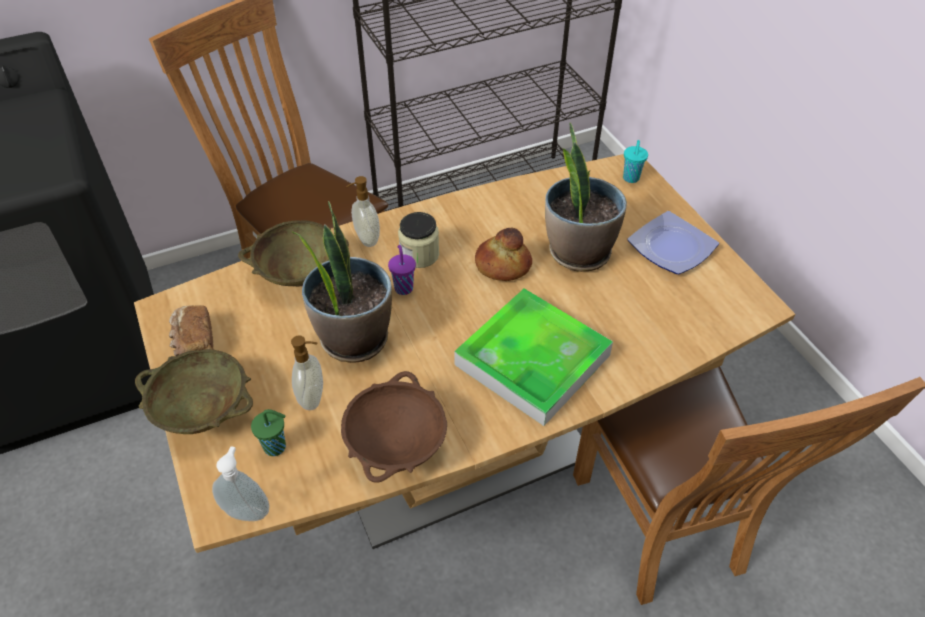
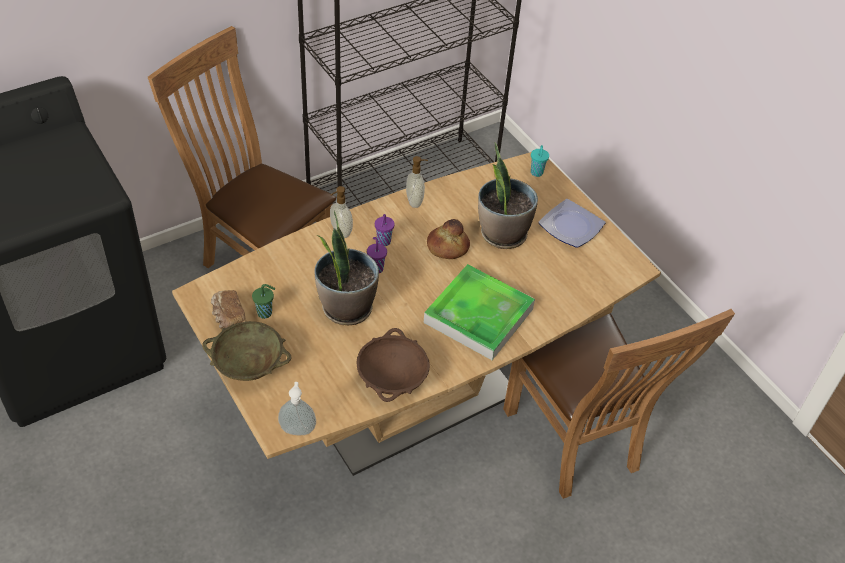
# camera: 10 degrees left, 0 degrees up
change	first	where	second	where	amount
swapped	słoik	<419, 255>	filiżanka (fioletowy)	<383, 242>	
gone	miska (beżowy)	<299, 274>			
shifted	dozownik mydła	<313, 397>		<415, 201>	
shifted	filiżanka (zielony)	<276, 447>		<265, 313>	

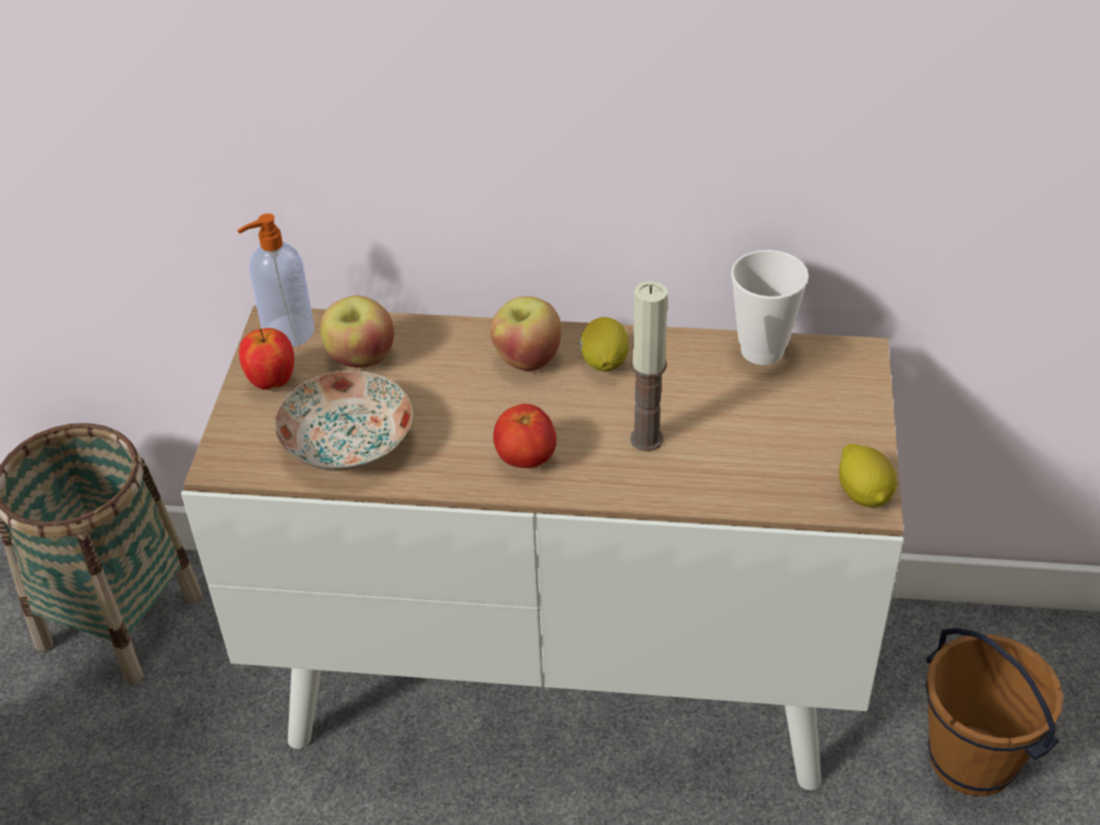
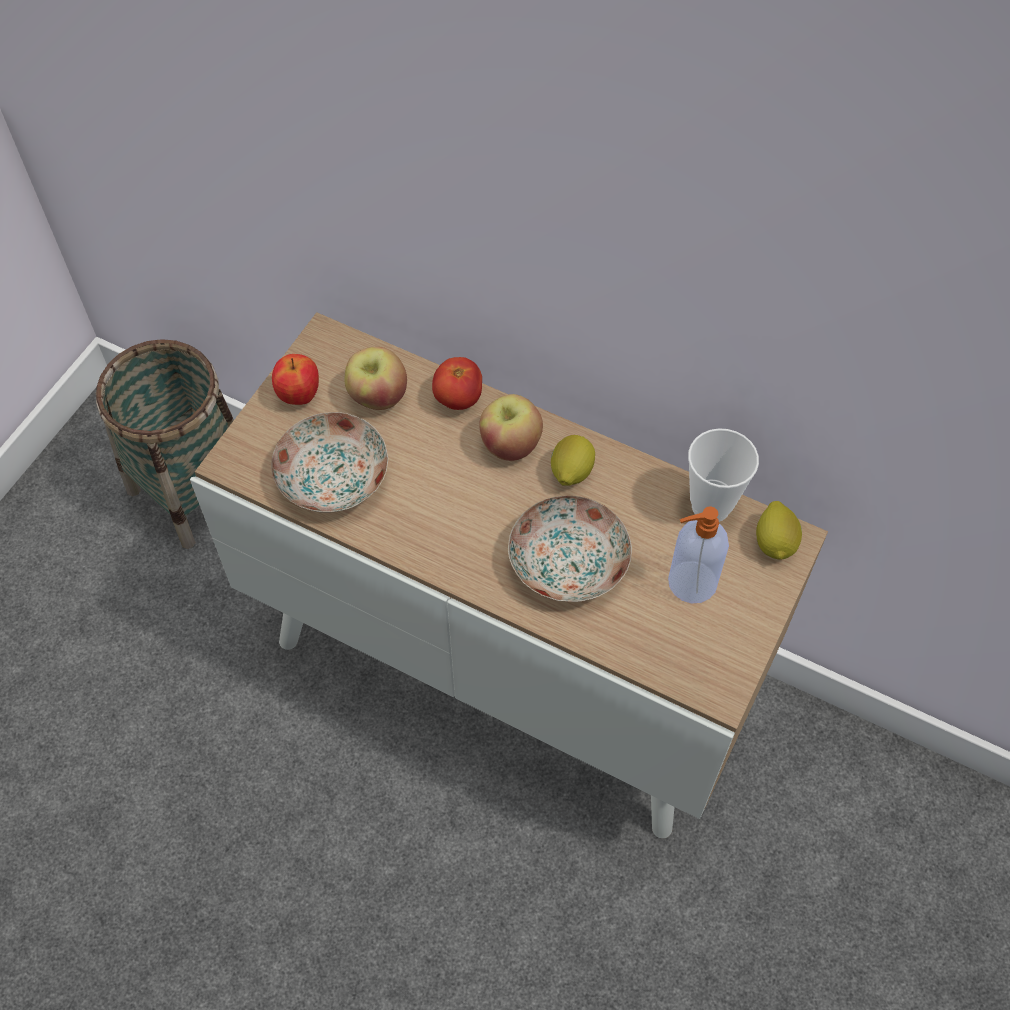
# camera: 20 degrees right, 15 degrees up
change	first	where	second	where	amount
shifted	dozownik mydła	<287, 333>		<690, 582>	
swapped	świeca	<646, 439>	talerz	<569, 561>	
shifted	pomidor	<526, 459>		<458, 398>	
shifted	cytryna	<863, 494>		<775, 542>	
gone	wiadro (brązowy)	<973, 759>			

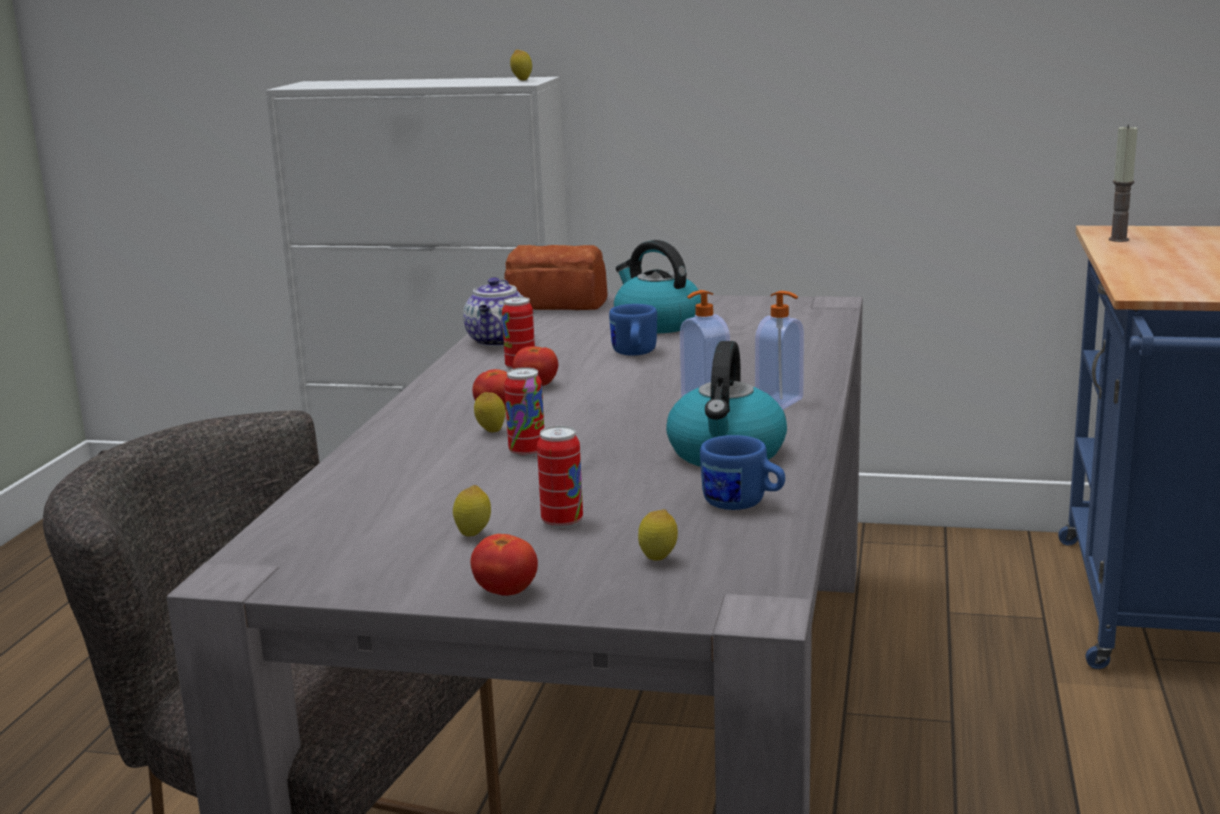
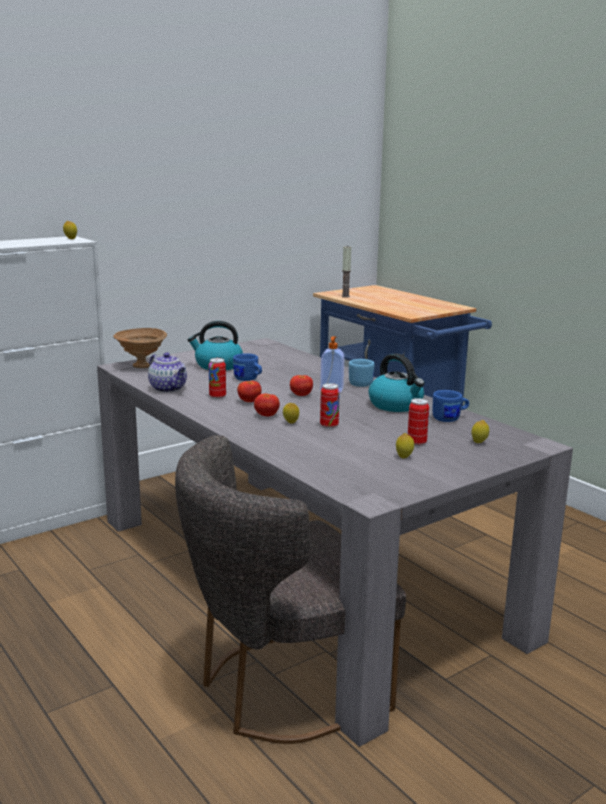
# camera: 50 degrees left, 0 degrees up
change	first	where	second	where	amount
swapped	chleb	<558, 303>	miska (brązowy)	<142, 366>	
swapped	dozownik mydła	<781, 402>	kubek (niebieski)	<359, 383>	
shifted	pomidor	<506, 592>		<301, 395>	

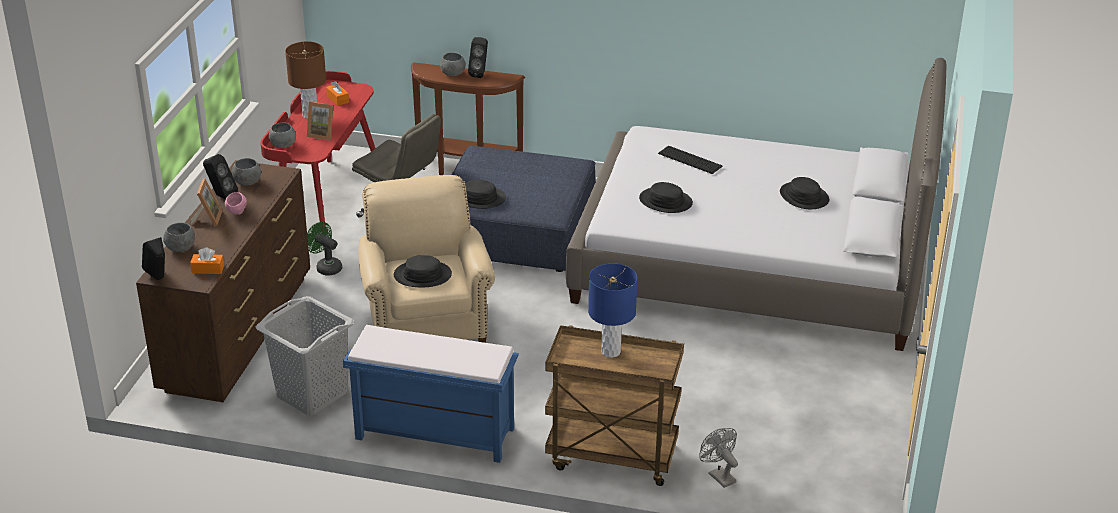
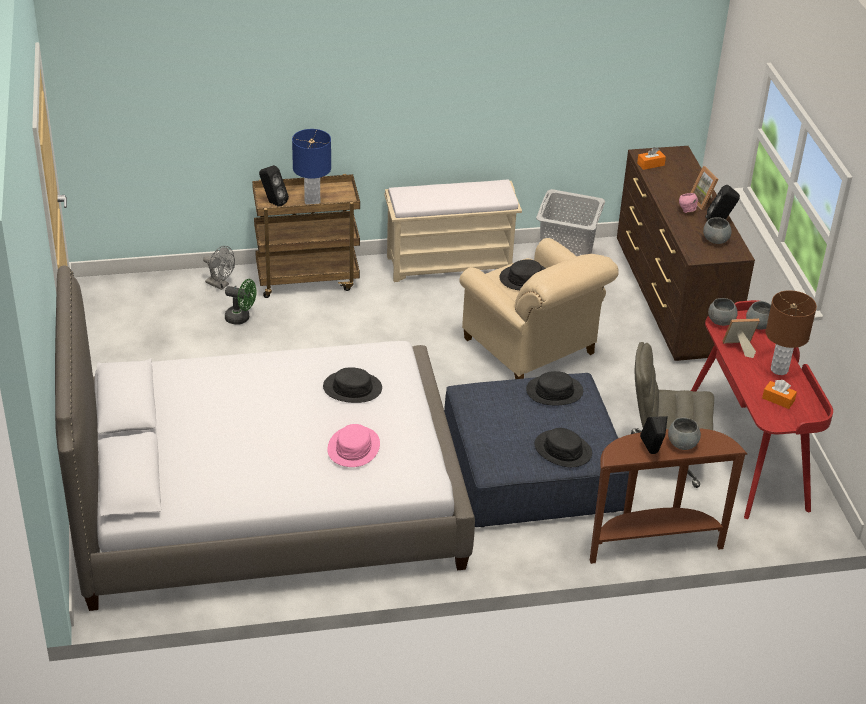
# camera: 155 degrees right, 5 degrees up
change	first	where	second	where	amount
swapped	klawiatura	<690, 160>	kapelusz (różowy)	<354, 447>	
shifted	kapelusz (czarny)	<804, 197>		<563, 450>	
shifted	wentylator (zielony)	<326, 267>		<241, 318>	
shifted	miska (szary)	<180, 248>		<720, 321>	
shifted	głośnik (czarny)	<159, 279>		<273, 203>	
repainted	ławka (niebieski)	<433, 434>	ławka (beżowy)	<450, 264>	

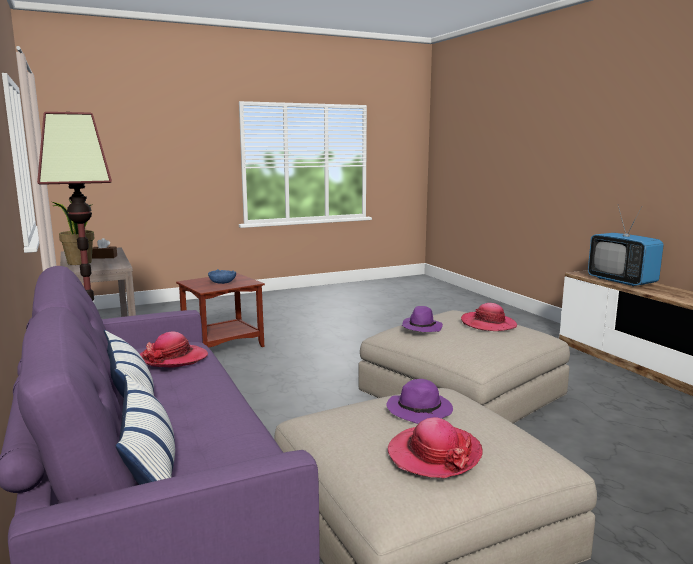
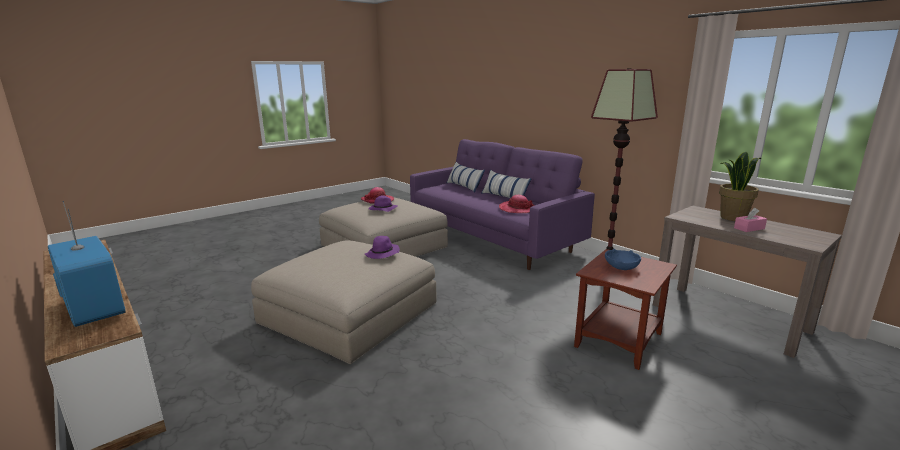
# camera: 165 degrees right, 5 degrees up
change	first	where	second	where	amount
repainted	pudełko chusteczek (brązowy)	<104, 257>	pudełko chusteczek (różowy)	<749, 228>	
gone	kapelusz	<488, 324>			

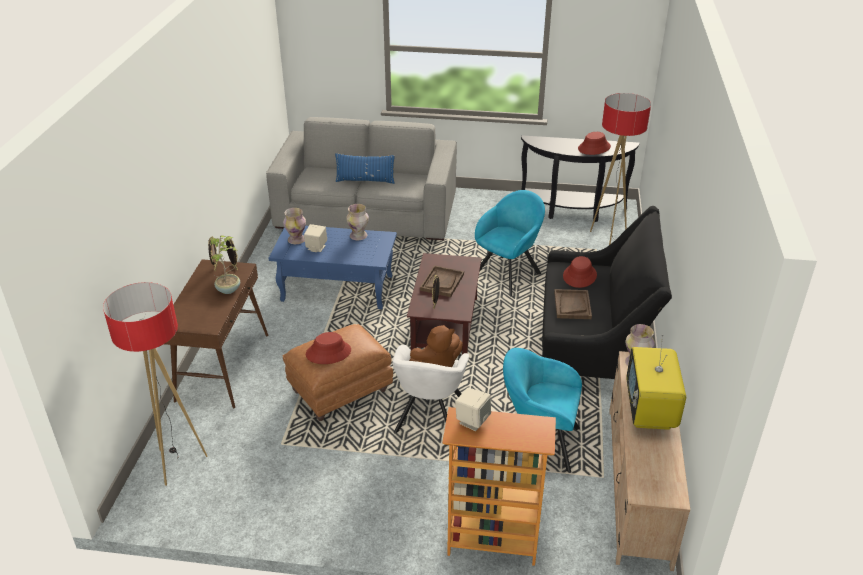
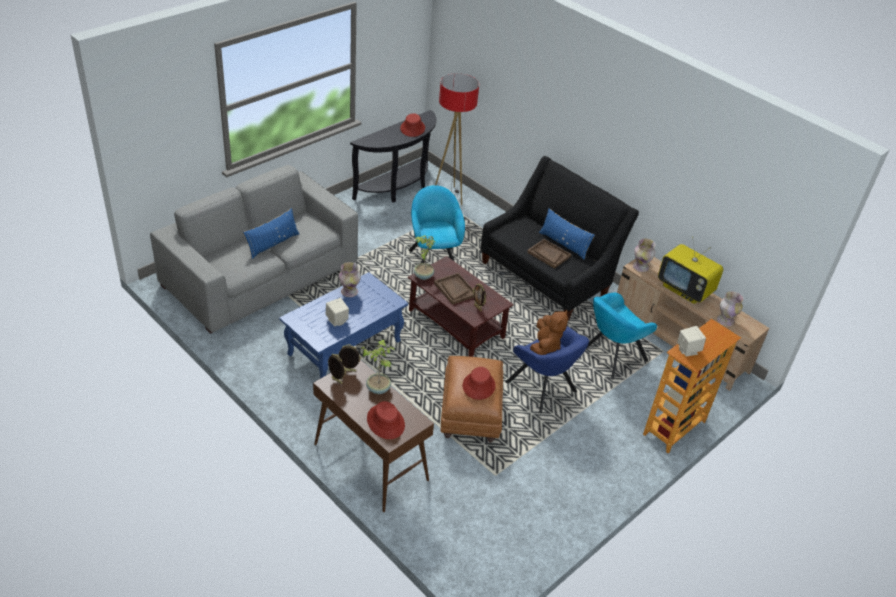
# camera: 55 degrees left, 5 degrees up
change	first	where	second	where	amount
shifted	wazon	<296, 240>		<724, 320>	
shifted	kapelusz (czerwony)	<580, 276>		<386, 422>	
gone	lampa stojąca	<177, 463>			
repainted	fotel (biały)	<429, 419>	fotel (niebieski)	<543, 389>	
new			poduszka (niebieski)	<564, 244>	
new			roślina doniczkowa	<422, 276>	

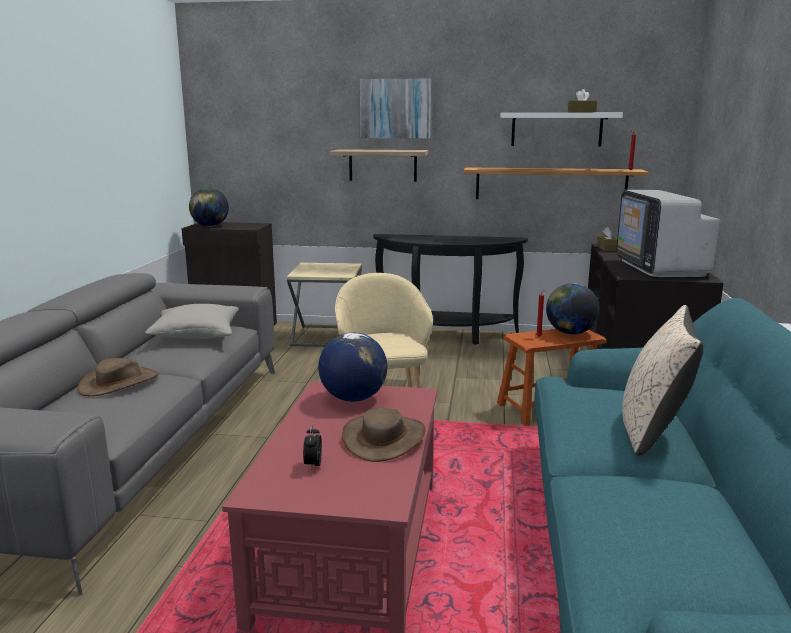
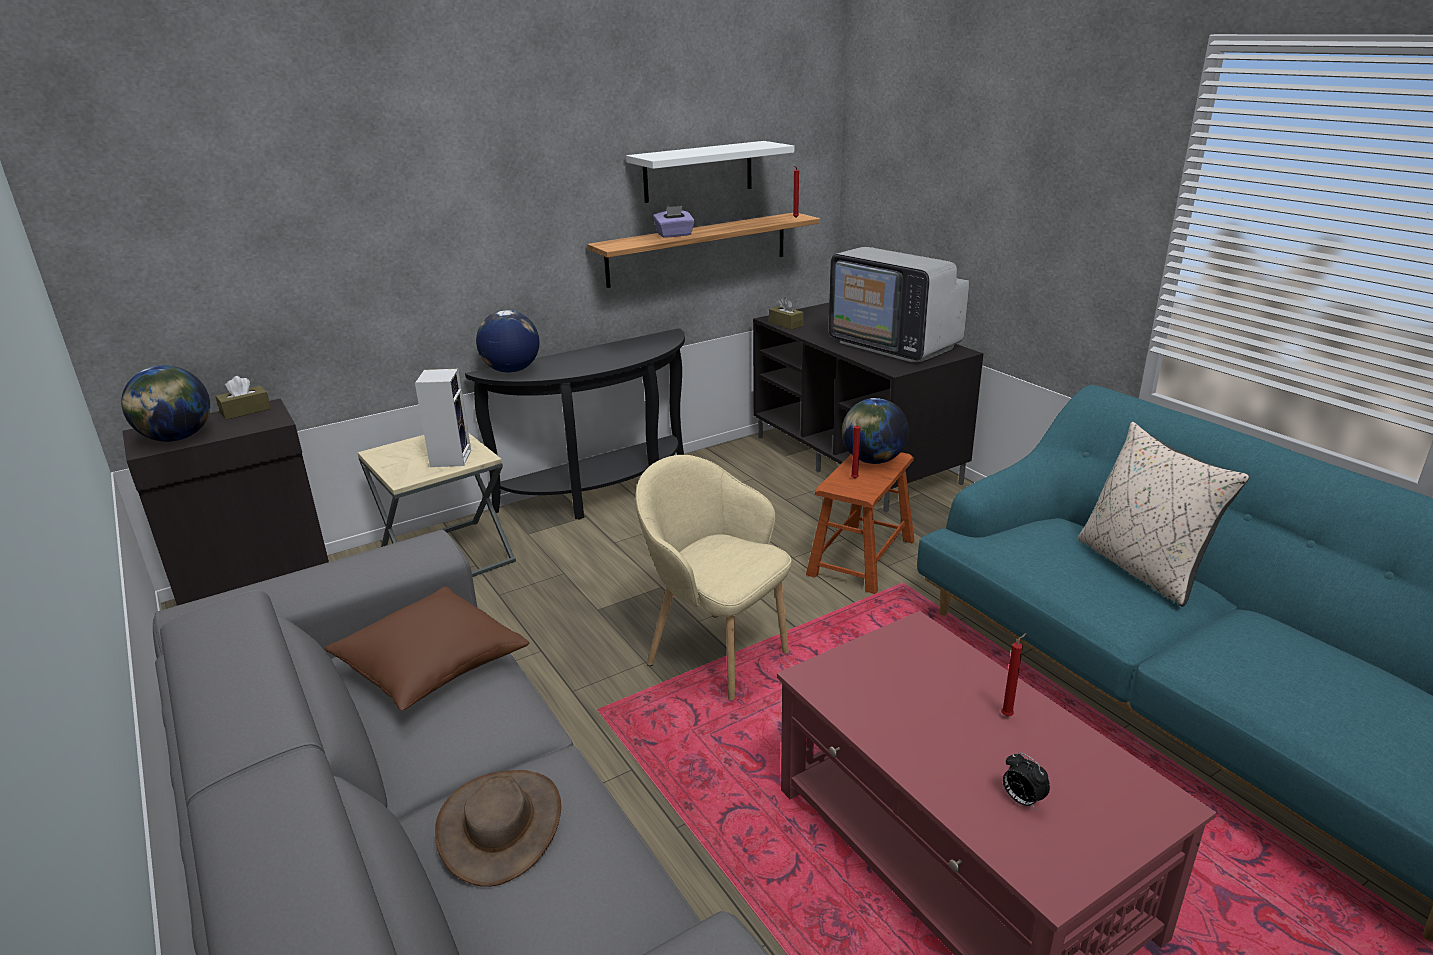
# camera: 40 degrees left, 10 degrees up
change	first	where	second	where	amount
gone	obraz	<395, 108>			
shifted	pudełko chusteczek (brązowy)	<581, 112>		<245, 411>	
gone	półka	<382, 165>			
repainted	poduszka (szary)	<196, 335>	poduszka (brązowy)	<430, 666>	
shifted	globus	<353, 398>		<511, 370>	
swapped	kapelusz (brązowy)	<384, 438>	świeca (czerwony)	<1008, 715>	
new			pudełko chusteczek (fioletowy)	<674, 235>	
new			głośnik	<450, 458>	

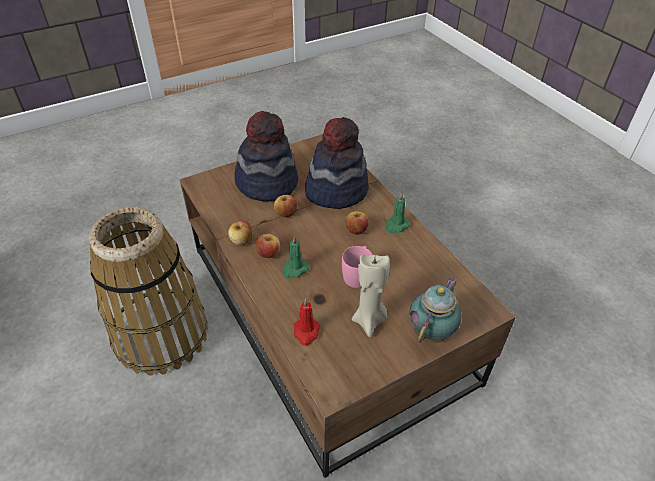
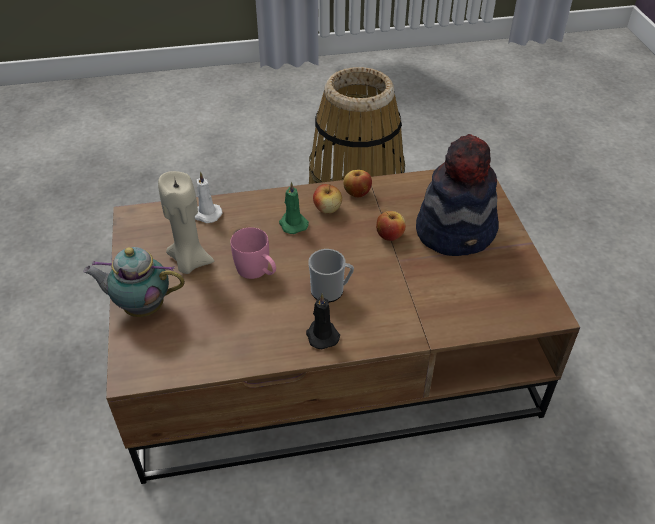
# camera: 110 degrees right, 0 degrees up
change	first	where	second	where	amount
gone	kapelusz	<336, 190>			
repainted	świeca (zielony)	<396, 225>	świeca (czarny)	<321, 335>	
swapped	jabłko	<356, 230>	kubek	<331, 291>	
rotated	imbryk	<432, 332>		<141, 307>	135 degrees clockwise
repainted	świeca (czerwony)	<306, 332>	świeca (biały)	<206, 214>	

